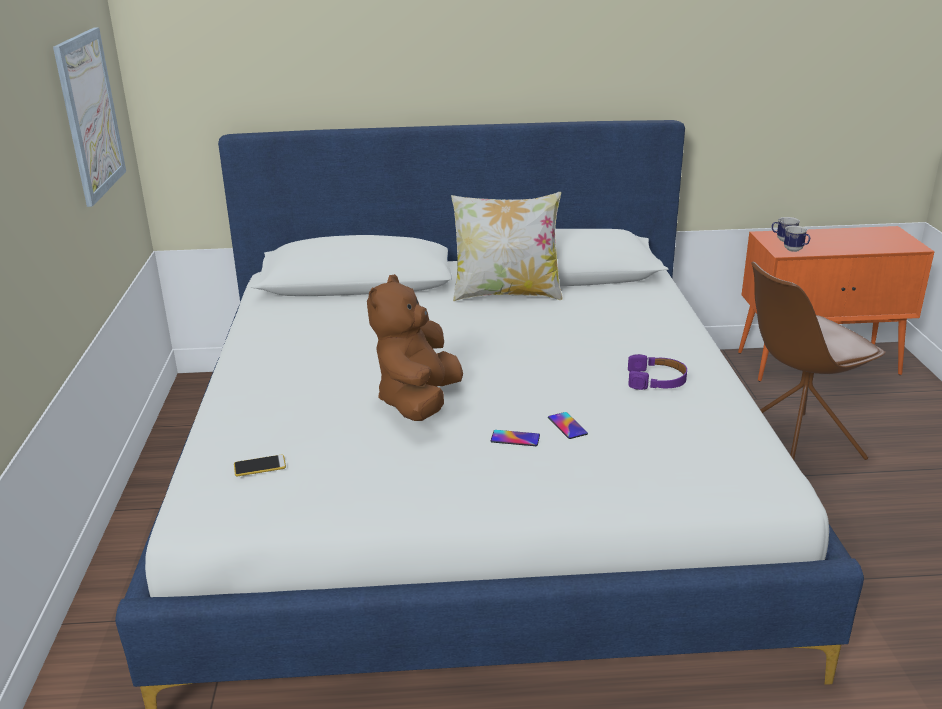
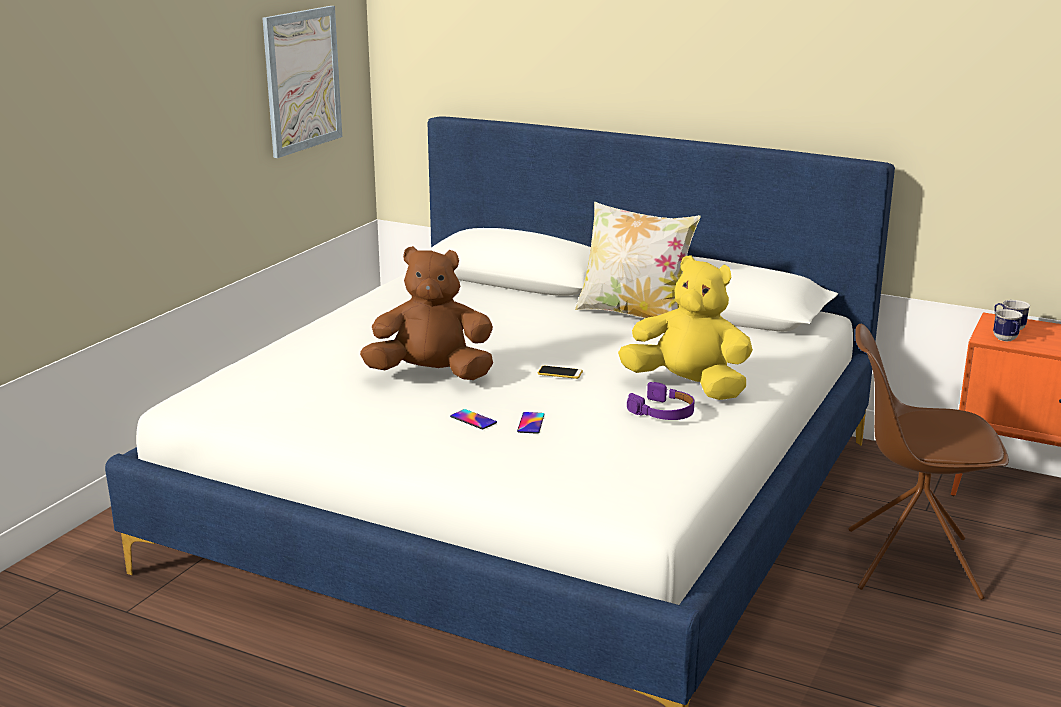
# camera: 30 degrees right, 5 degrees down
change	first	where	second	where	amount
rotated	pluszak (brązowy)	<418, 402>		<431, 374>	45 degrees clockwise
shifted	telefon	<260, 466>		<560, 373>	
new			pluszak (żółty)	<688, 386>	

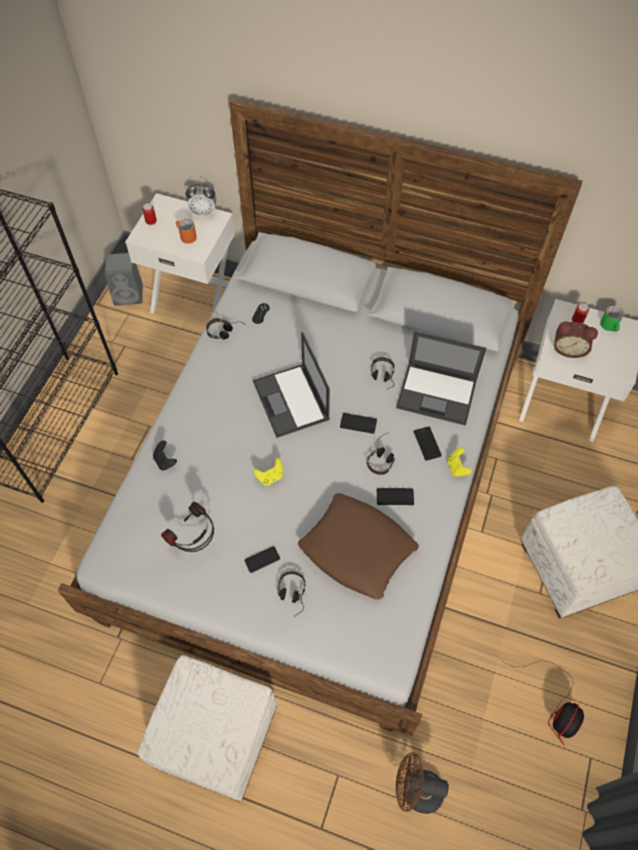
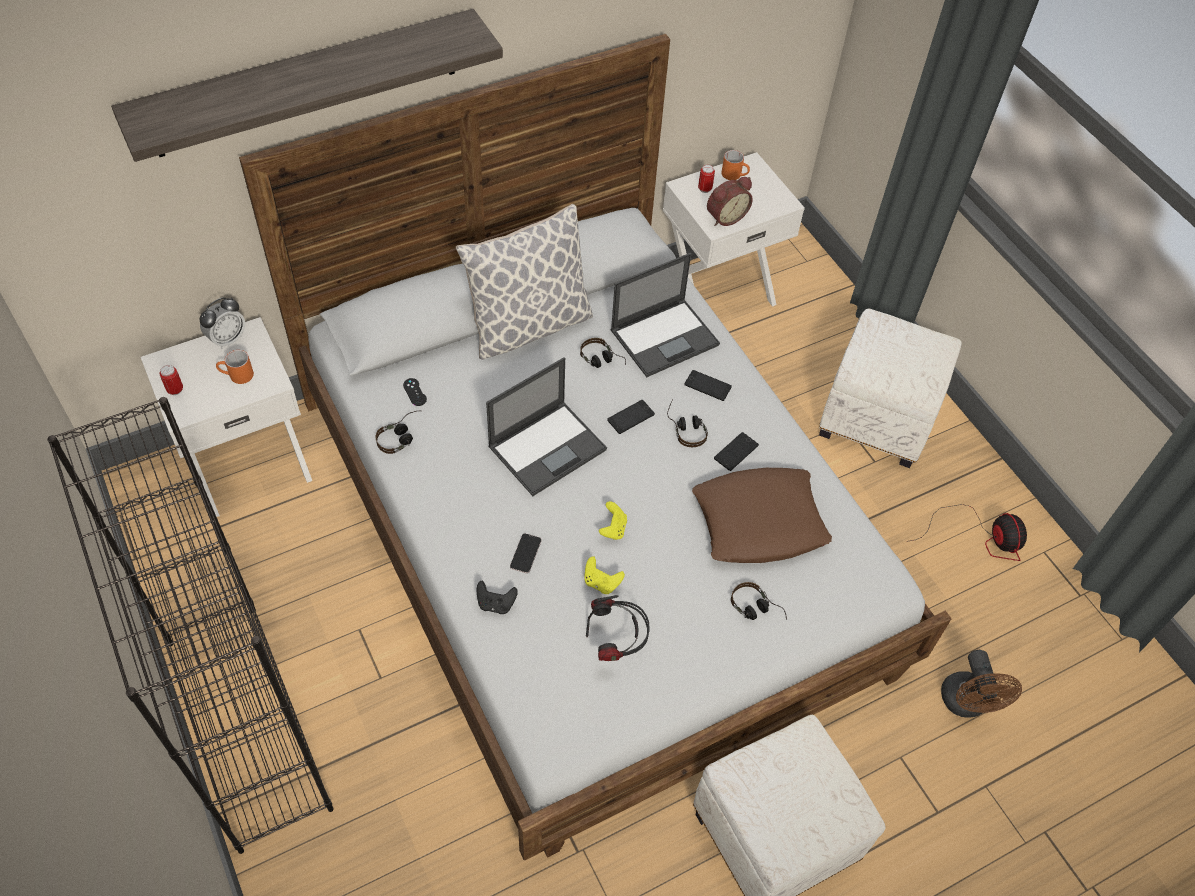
# camera: 50 degrees left, 5 degrees down
change	first	where	second	where	amount
gone	głośnik (szary)	<129, 294>			
repainted	kubek (zielony)	<610, 327>	kubek (pomarańczowy)	<735, 175>	
rotated	laptop	<291, 401>		<548, 447>	60 degrees counterclockwise
shifted	pad do gier (żółty)	<457, 468>		<601, 583>	
shifted	telefon	<262, 559>		<525, 553>	
rotated	wentylator (brązowy)	<416, 790>		<966, 704>	60 degrees counterclockwise
new			półka	<306, 84>	
new			poduszka	<528, 325>	

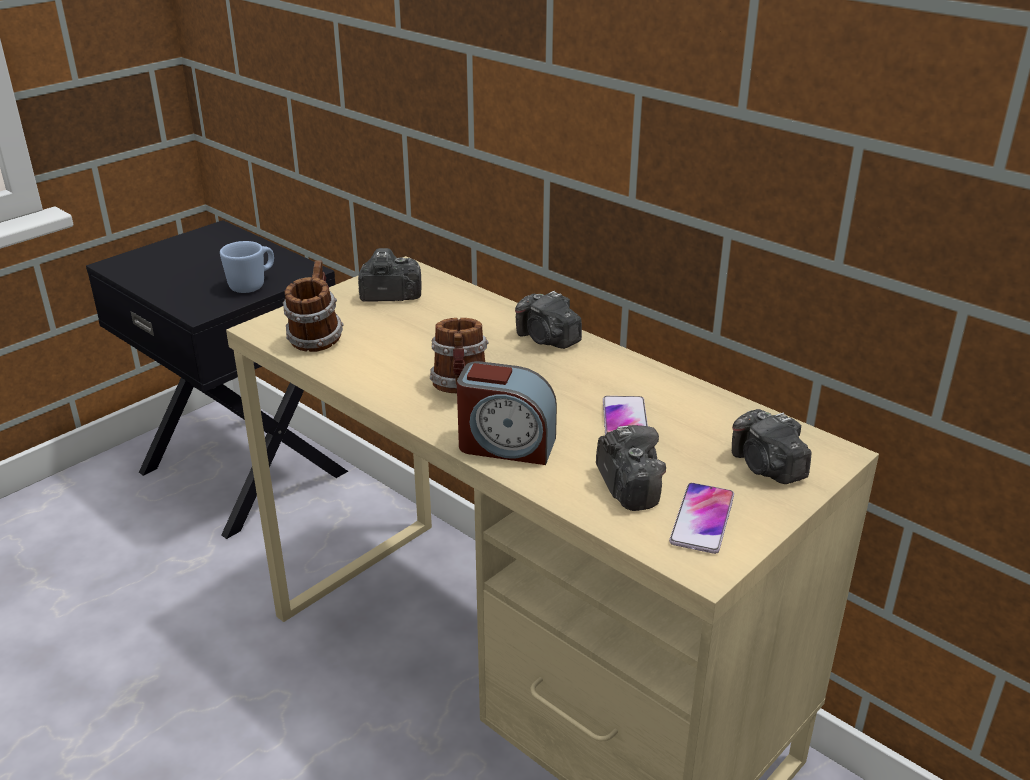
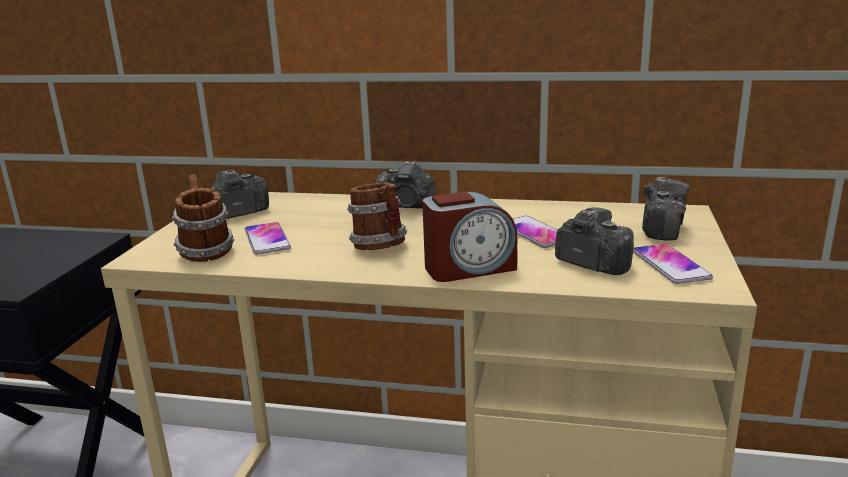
# camera: 30 degrees left, 10 degrees down
change	first	where	second	where	amount
gone	kubek (niebieski)	<253, 285>			
rotated	aparat fotograficzny	<767, 467>		<661, 228>	105 degrees counterclockwise
new			telefon	<267, 239>	

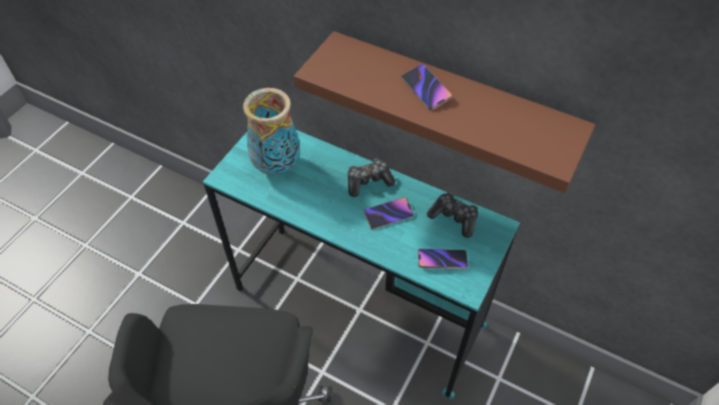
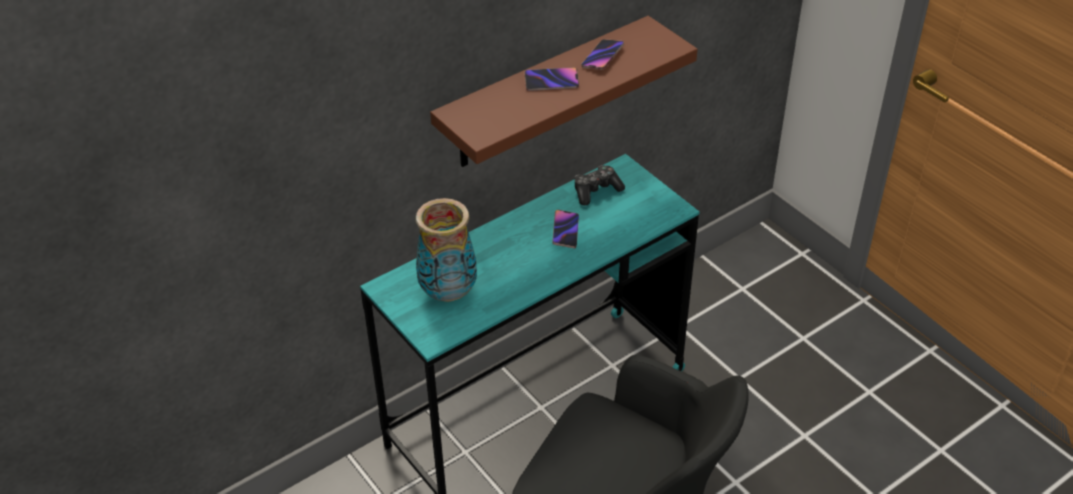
# camera: 65 degrees left, 10 degrees down
change	first	where	second	where	amount
gone	pad do gier	<368, 182>			
shifted	telefon	<442, 260>		<602, 57>	

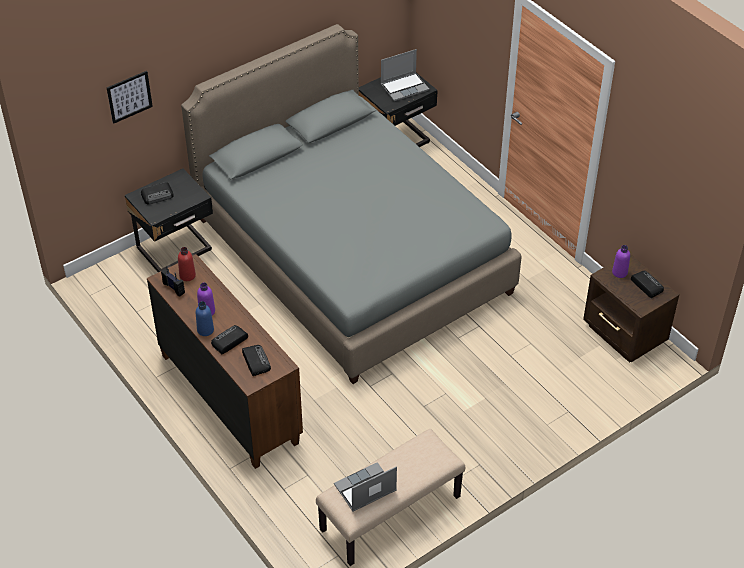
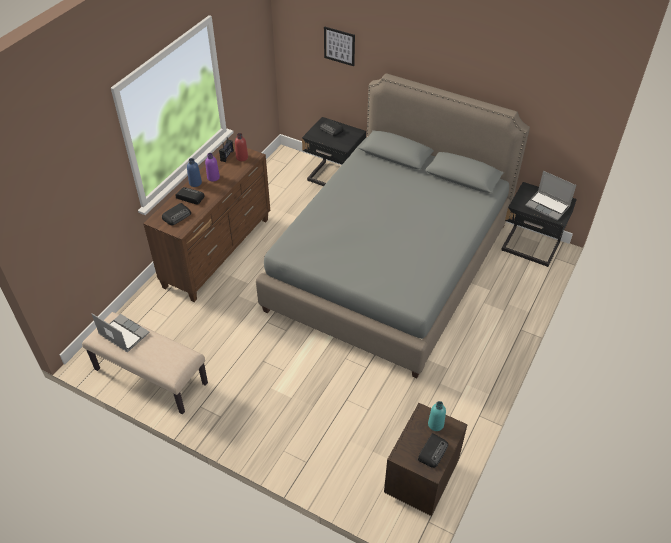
# camera: 65 degrees right, 0 degrees up
change	first	where	second	where	amount
repainted	butelka (fioletowy)	<619, 272>	butelka (turkusowy)	<435, 424>	

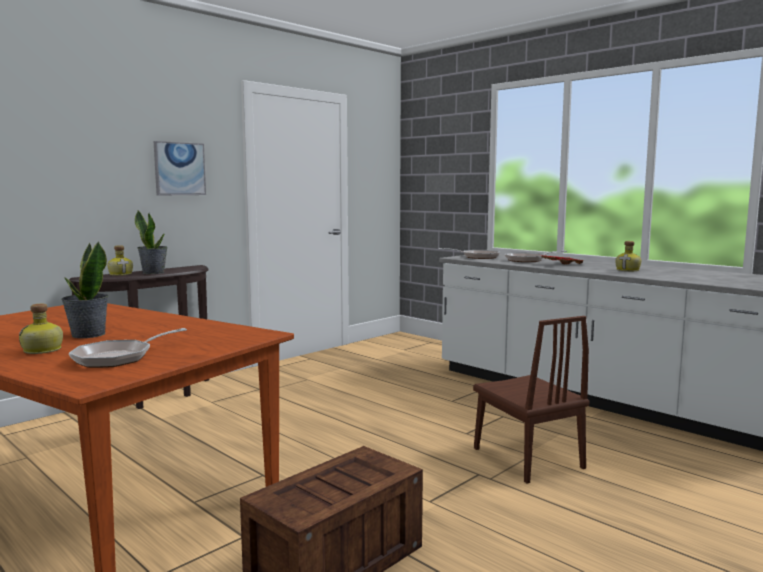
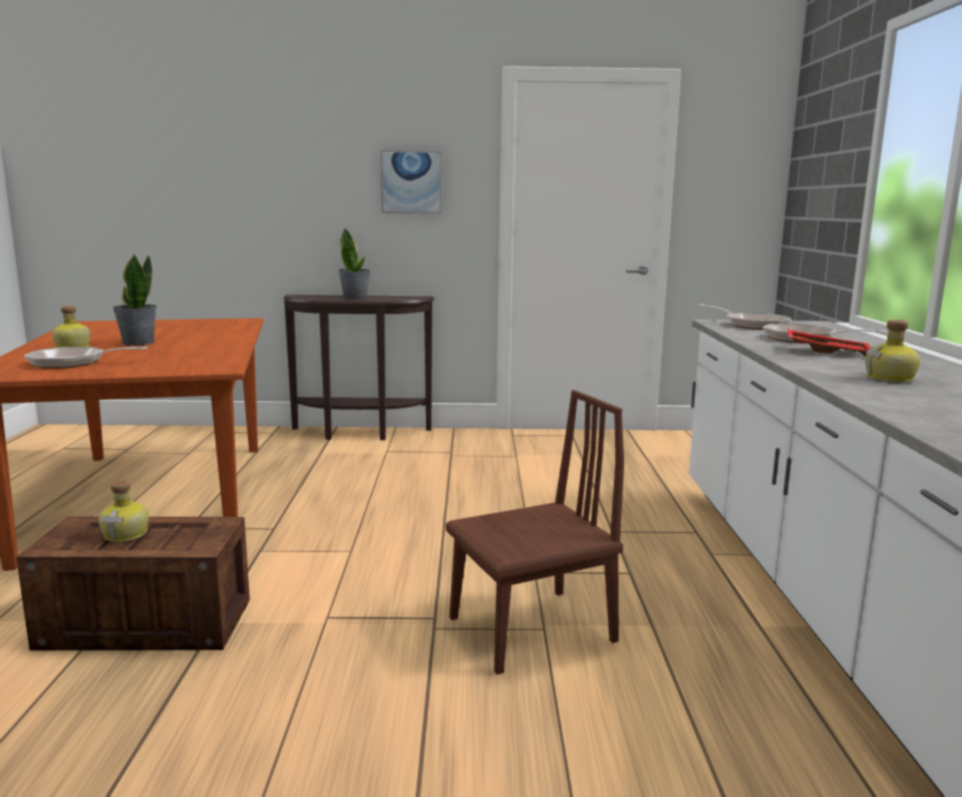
# camera: 45 degrees right, 5 degrees up
change	first	where	second	where	amount
shifted	butelka	<121, 274>		<127, 534>	
rotated	krzesło (brązowy)	<527, 458>		<531, 629>	135 degrees counterclockwise

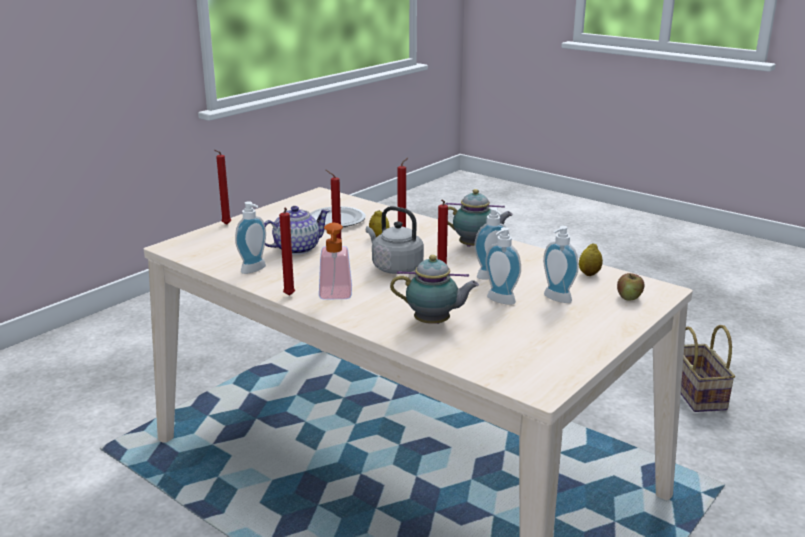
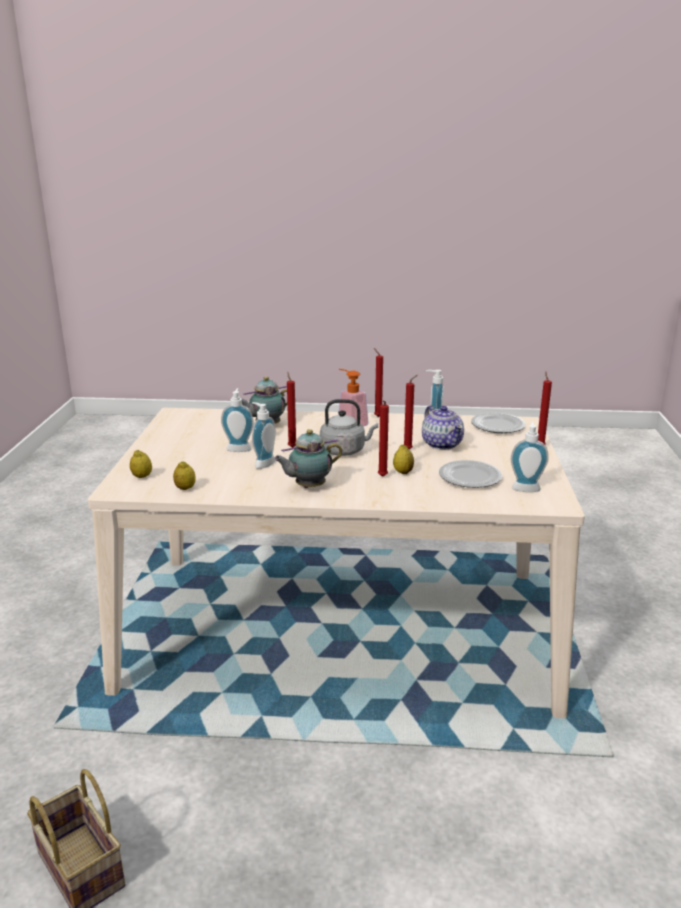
# camera: 145 degrees right, 0 degrees up
change	first	where	second	where	amount
rotated	imbryk	<296, 249>		<442, 444>	45 degrees counterclockwise
shifted	dozownik mydła	<555, 299>		<525, 487>	
swapped	jabłko	<629, 297>	cytryna	<142, 476>	
new			talerz	<497, 426>	

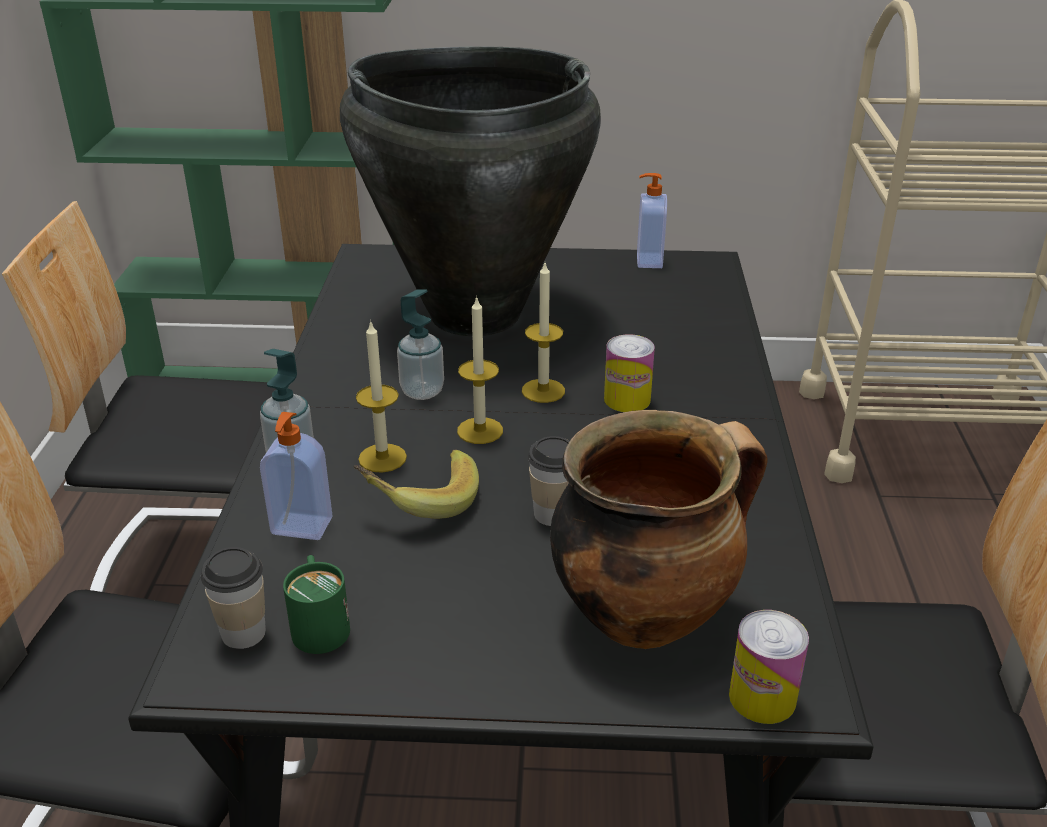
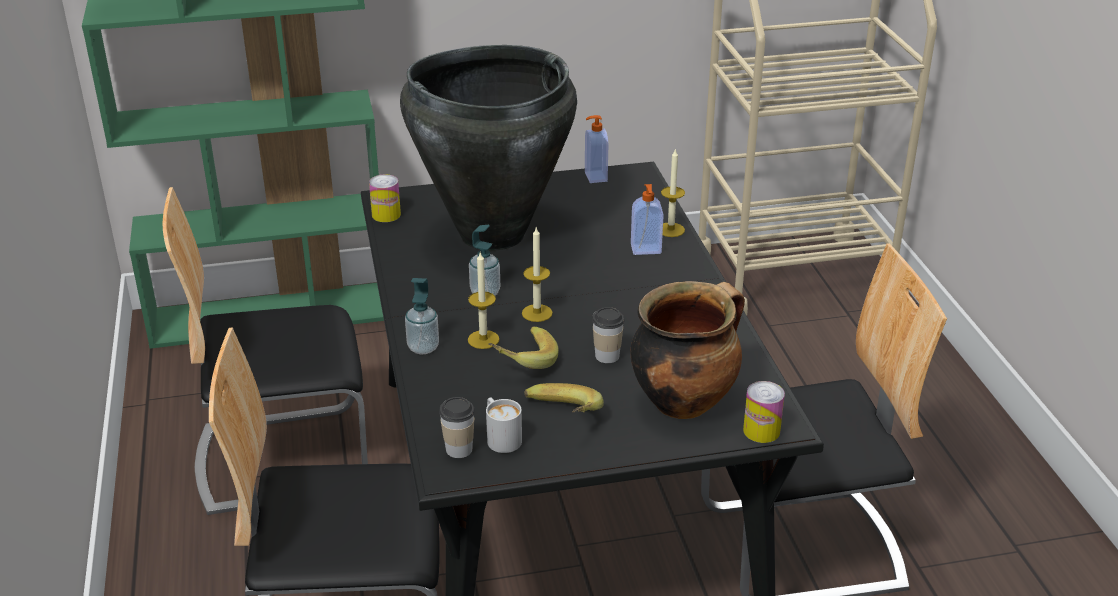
# camera: 15 degrees left, 0 degrees up
change	first	where	second	where	amount
shifted	świeca	<543, 391>		<670, 230>	
shifted	puszka	<627, 399>		<386, 215>	
shifted	dozownik mydła	<301, 527>		<646, 250>	
repainted	kubek (zielony)	<319, 623>	kubek (biały)	<500, 437>	
new			banan	<562, 418>	

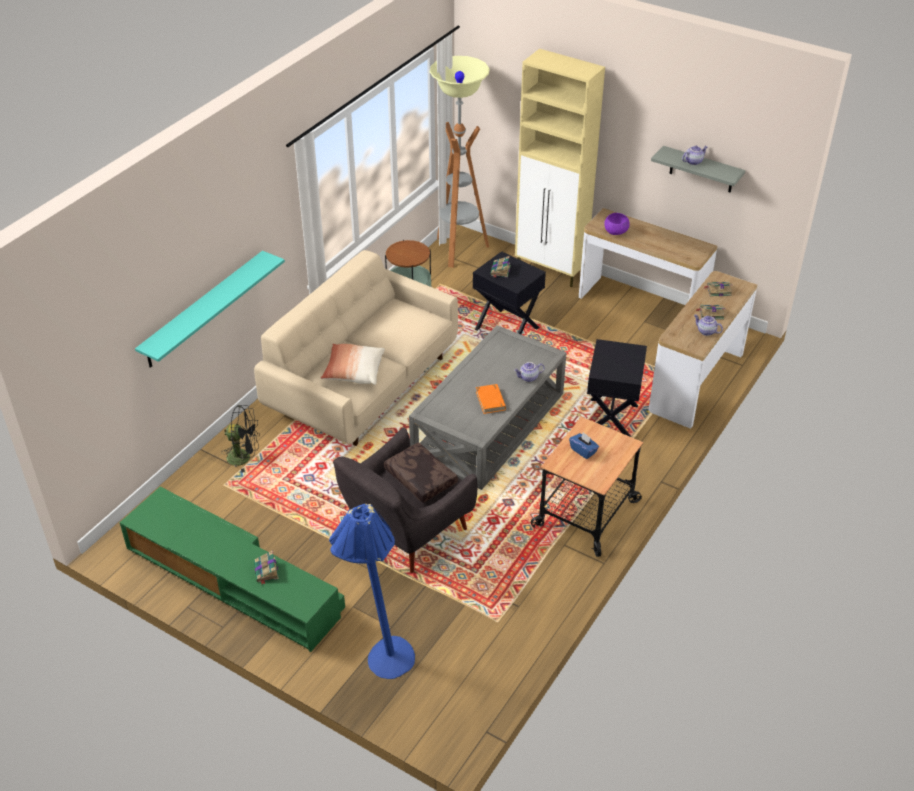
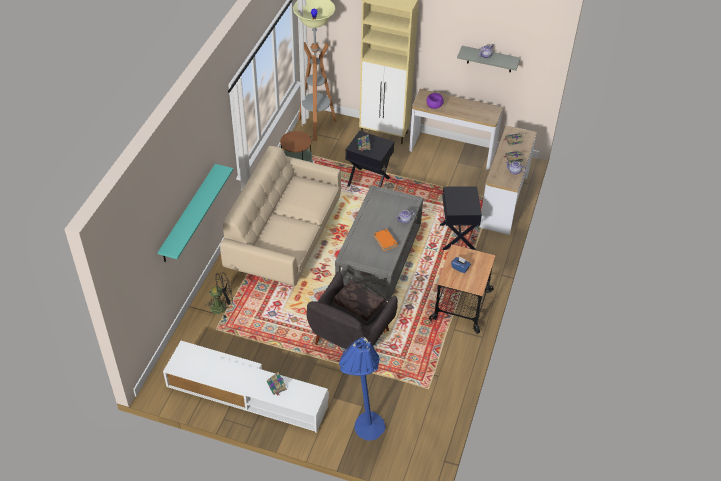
# camera: 15 degrees left, 5 degrees up
change	first	where	second	where	amount
gone	poduszka	<354, 372>			
repainted	szafka pod telewizor (zielony)	<234, 579>	szafka pod telewizor (biały)	<248, 393>	

